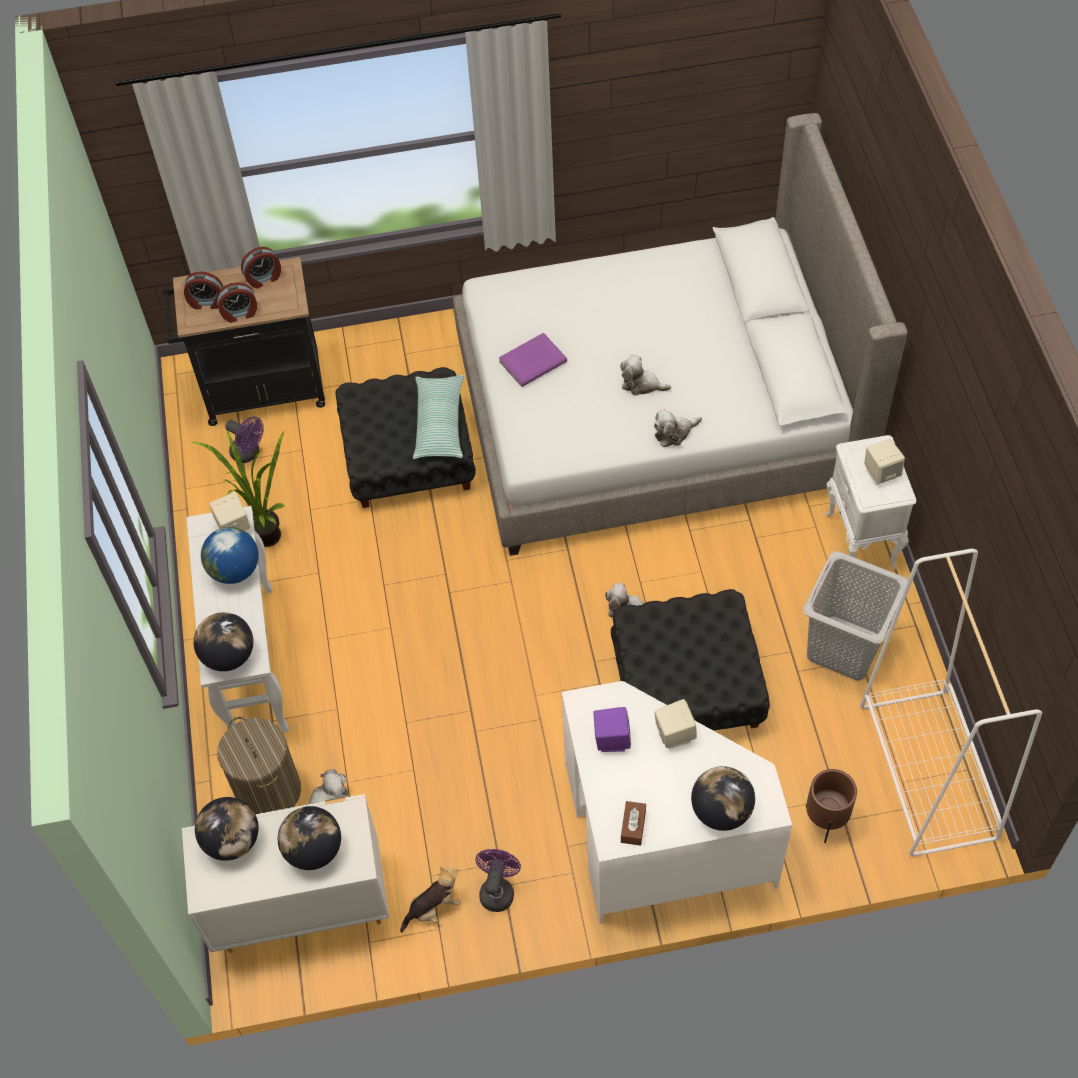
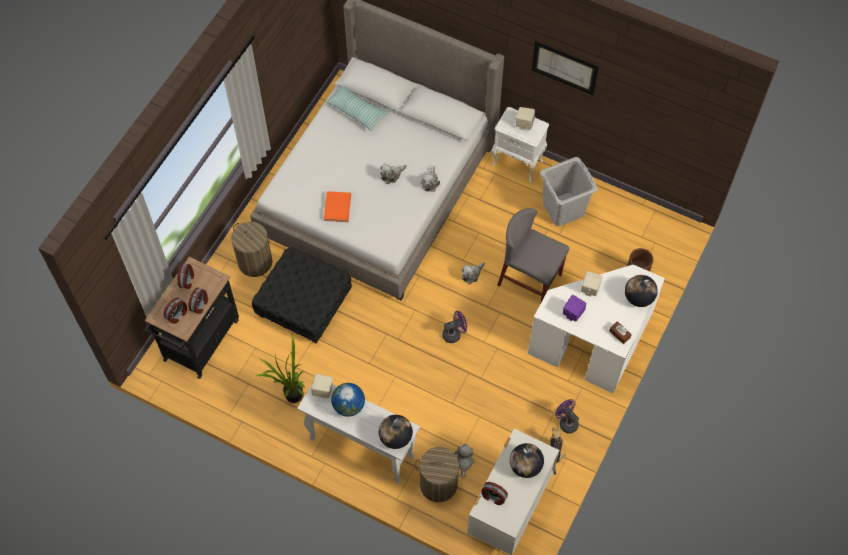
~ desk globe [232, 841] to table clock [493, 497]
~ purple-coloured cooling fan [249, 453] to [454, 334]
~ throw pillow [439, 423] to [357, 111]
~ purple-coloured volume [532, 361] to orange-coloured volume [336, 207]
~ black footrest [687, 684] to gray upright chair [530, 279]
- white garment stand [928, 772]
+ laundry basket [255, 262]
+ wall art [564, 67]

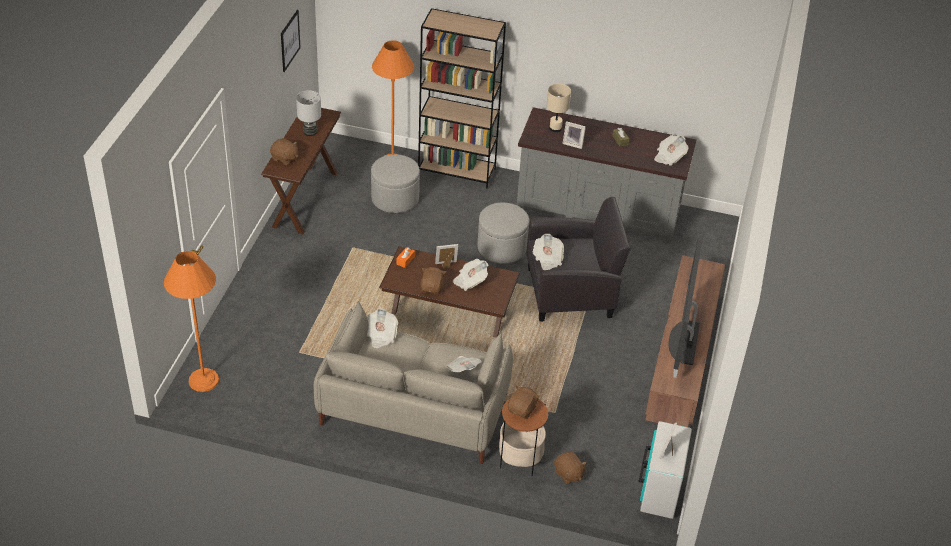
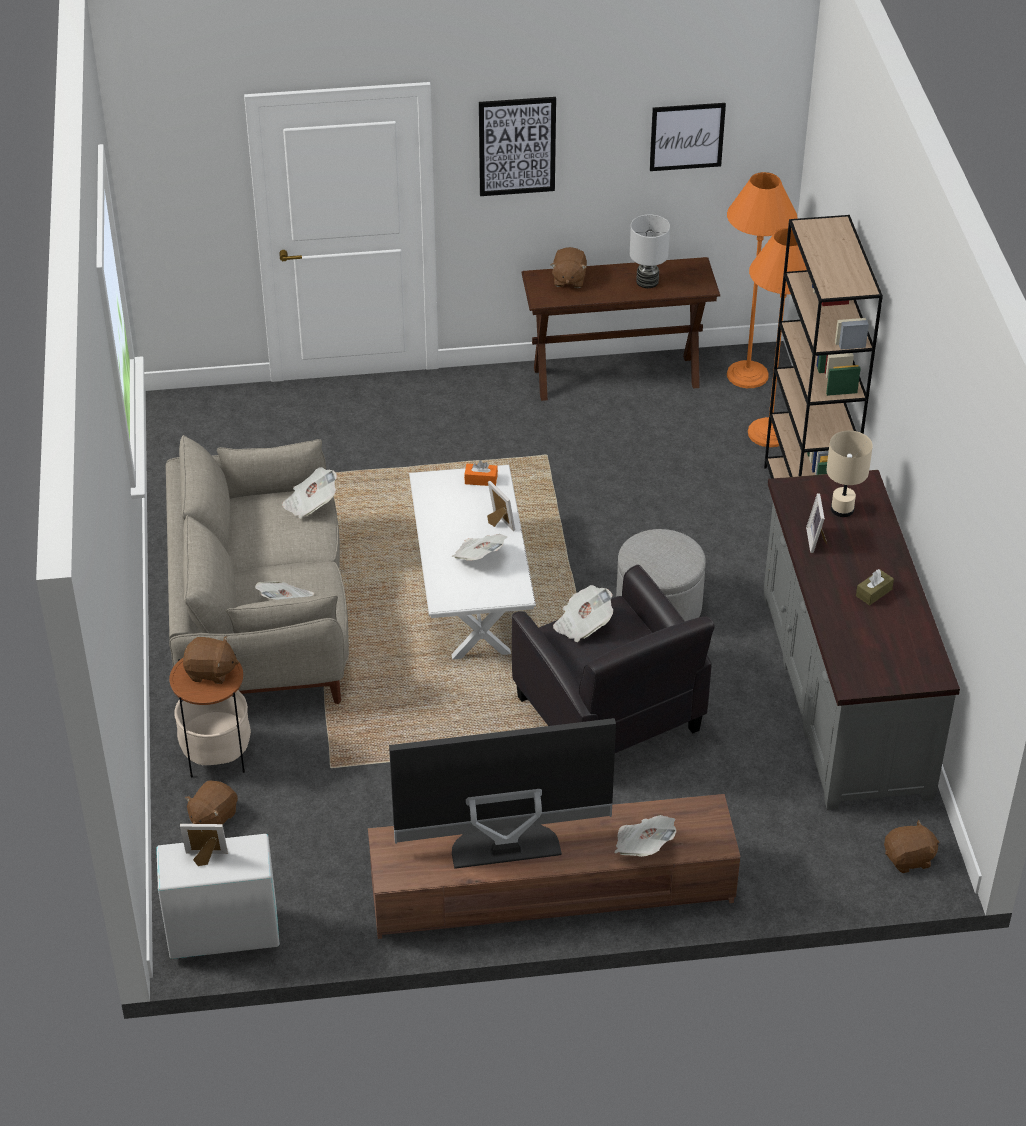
~ orange-coloured floor lamp [203, 380] to [747, 375]
- gray footrest [395, 198]
~ brown lounge table [448, 314] to white lounge table [471, 593]
~ brown plush toy [432, 288] to [909, 859]
~ printed paper [669, 157] to [643, 846]
+ wall art [517, 146]

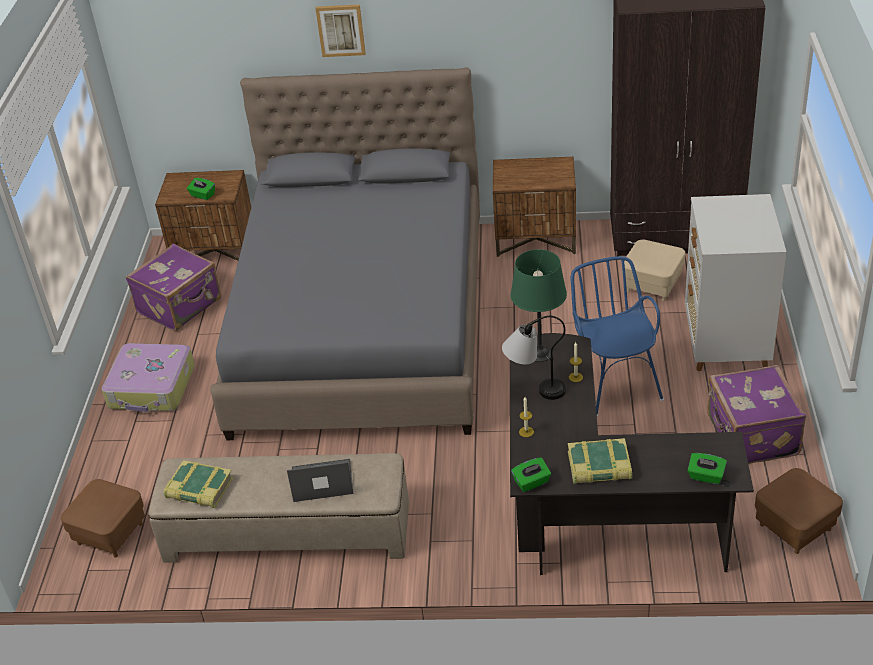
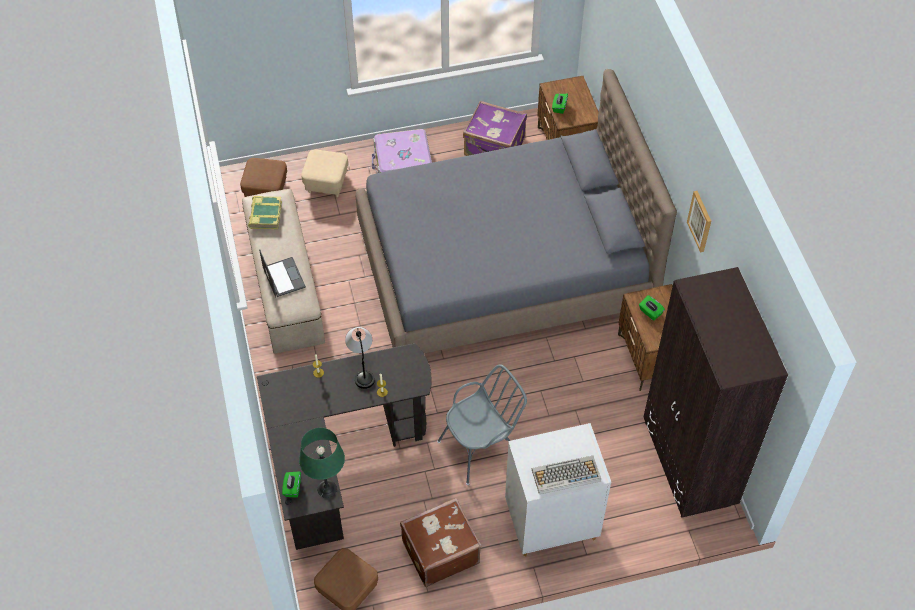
~ wall art [341, 30] to [700, 221]
~ green table lamp [540, 354] to [326, 489]
~ green tissue holder [531, 482] to [650, 312]
- volume [599, 467]
~ bluish upright chair [613, 379] to gray upright chair [483, 446]
~ beige footrest [652, 285] to [326, 183]
~ purple-coloured travel case [750, 436] to brown travel case [439, 551]
+ keyboard [565, 475]

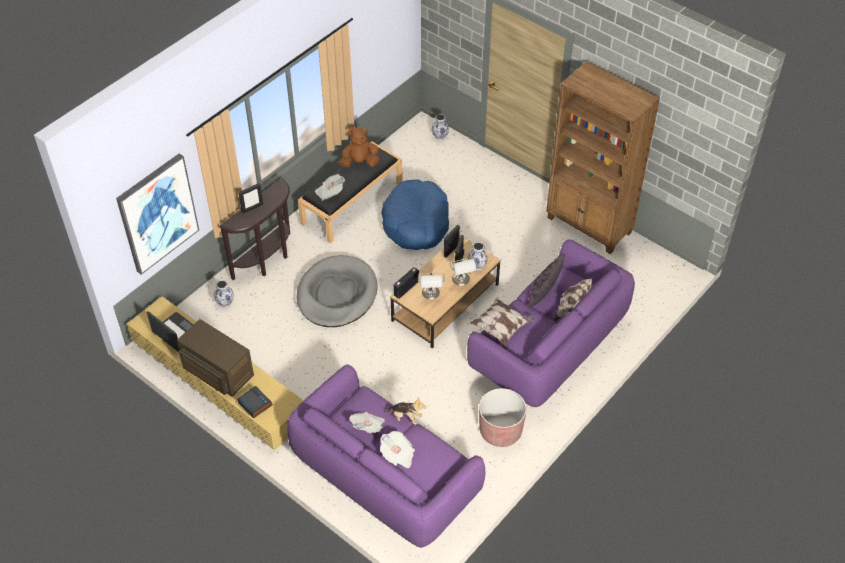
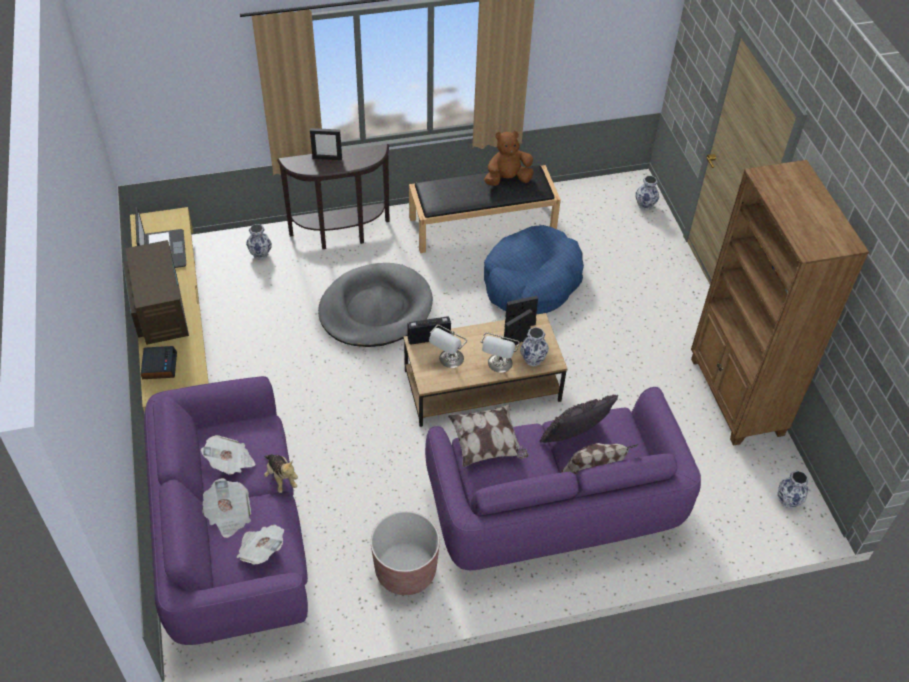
- wall art [157, 213]
~ printed paper [330, 192] to [261, 550]
~ brown plush toy [359, 163] = [507, 179] 45 degrees counterclockwise
+ flower vase [787, 500]

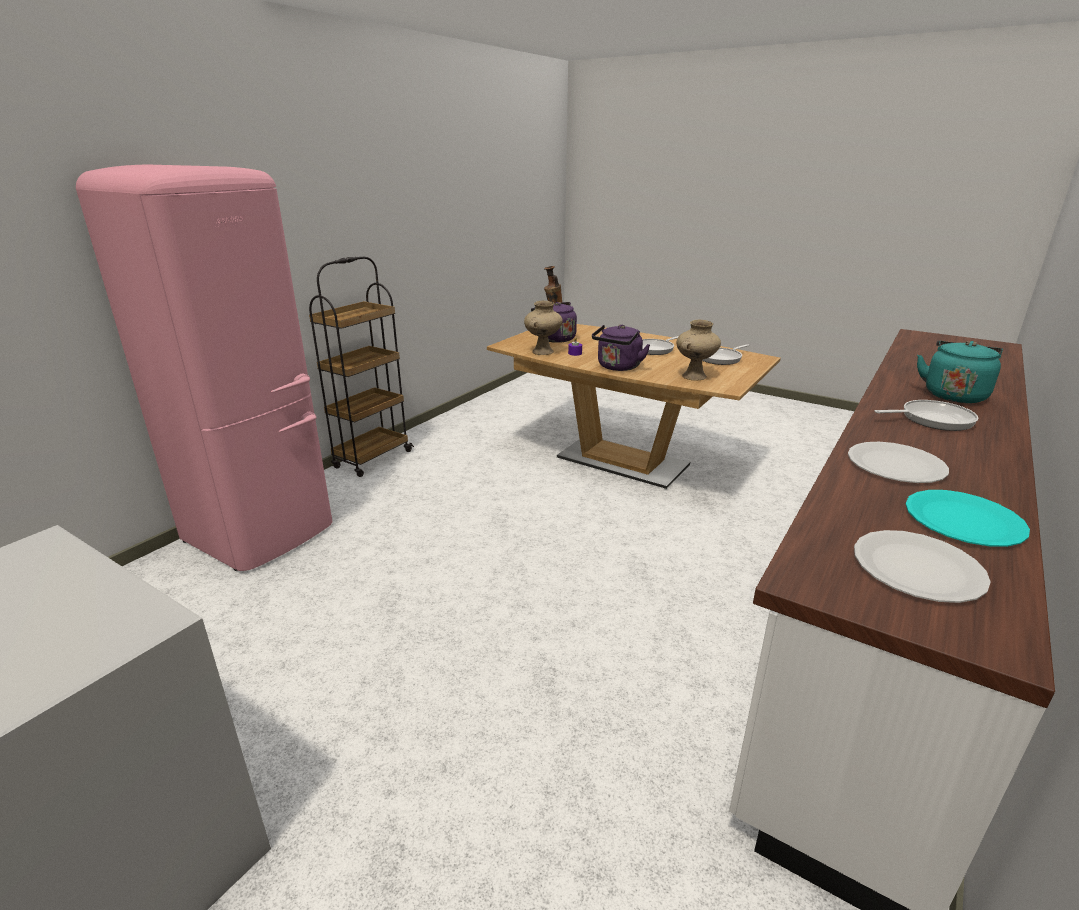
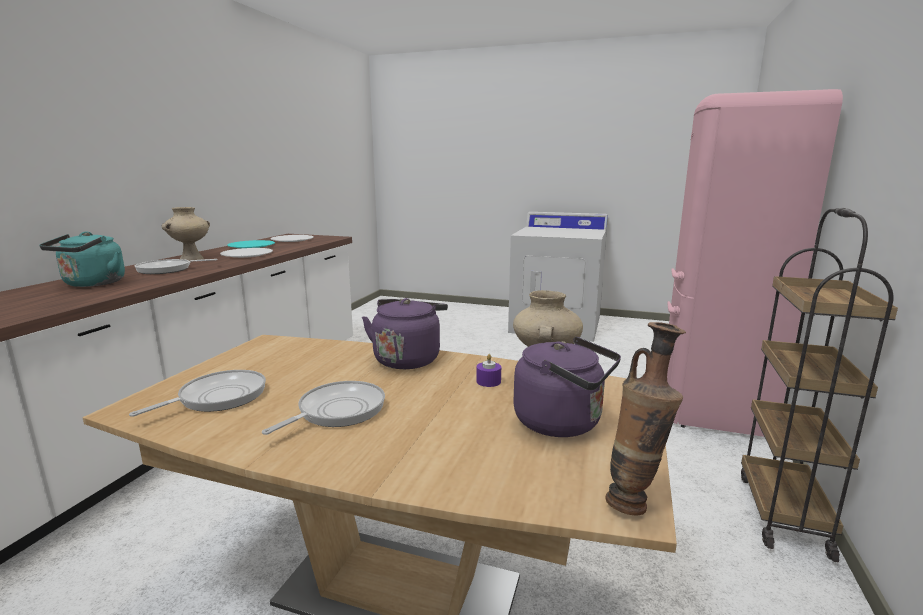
~ beige flower vase [694, 377] to [191, 259]

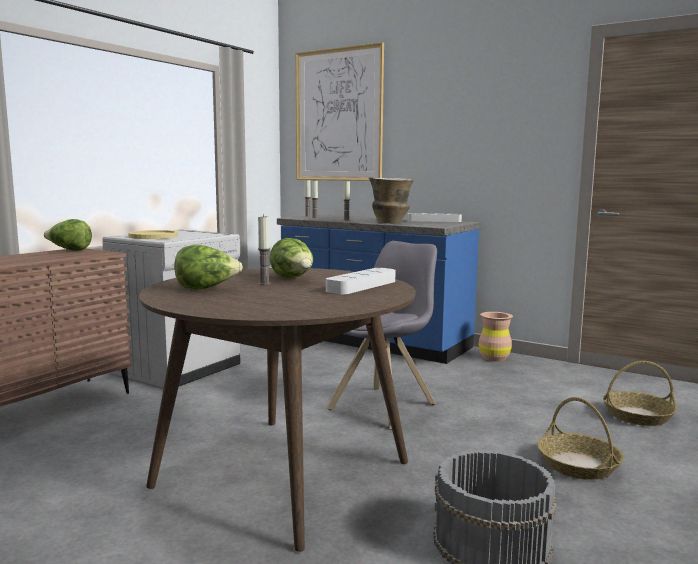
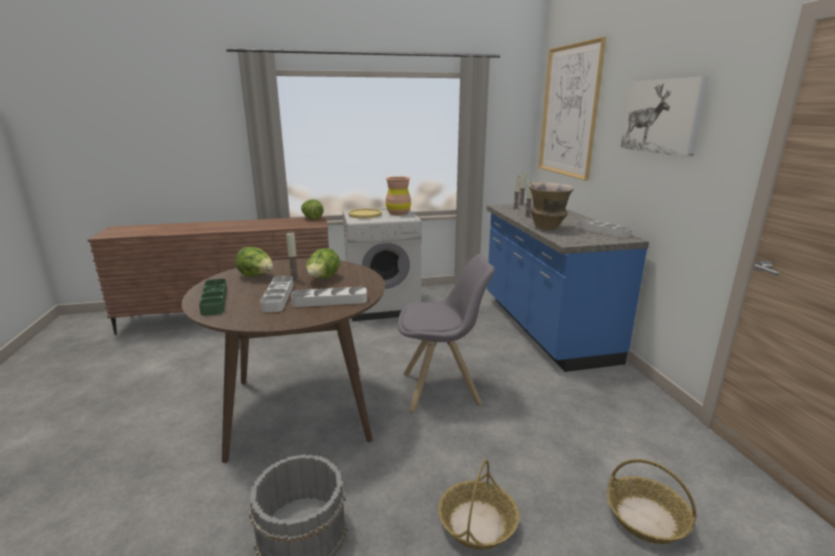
~ brown flower vase [494, 358] to [398, 213]
+ green carrying tray [214, 300]
+ gray carrying tray [278, 297]
+ wall art [662, 116]

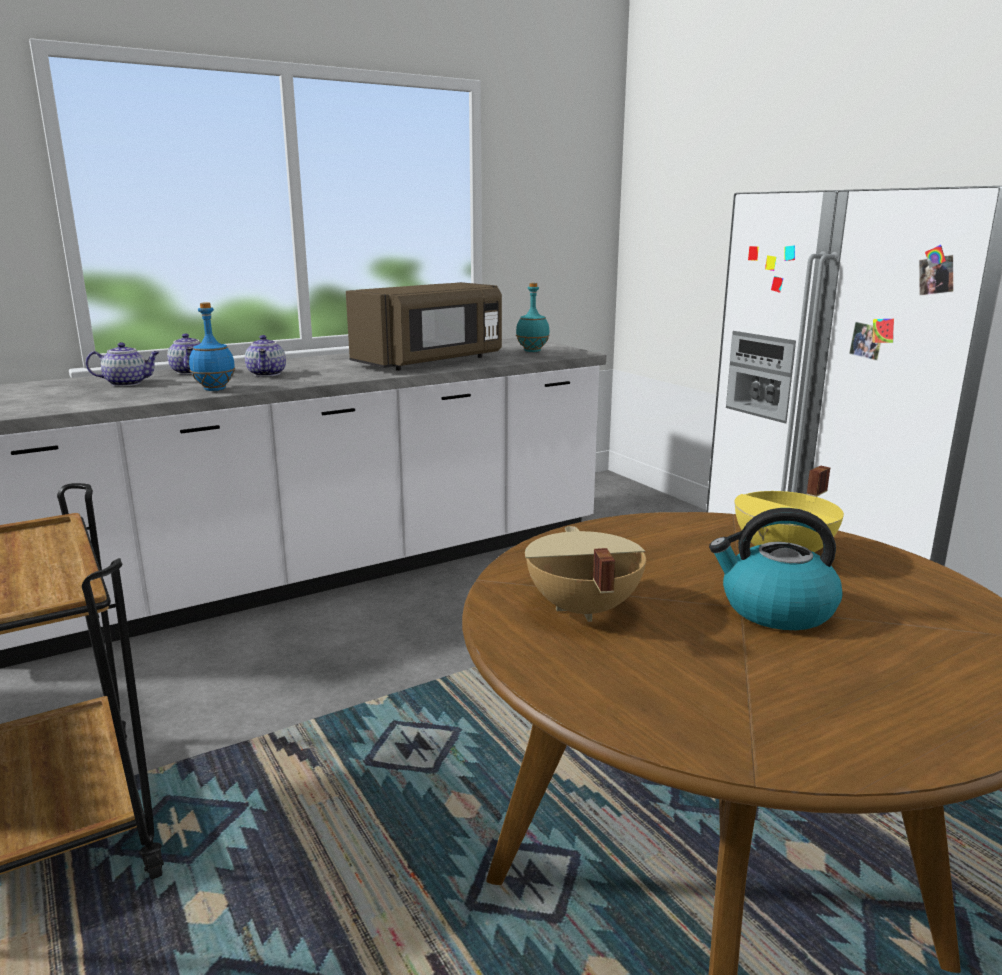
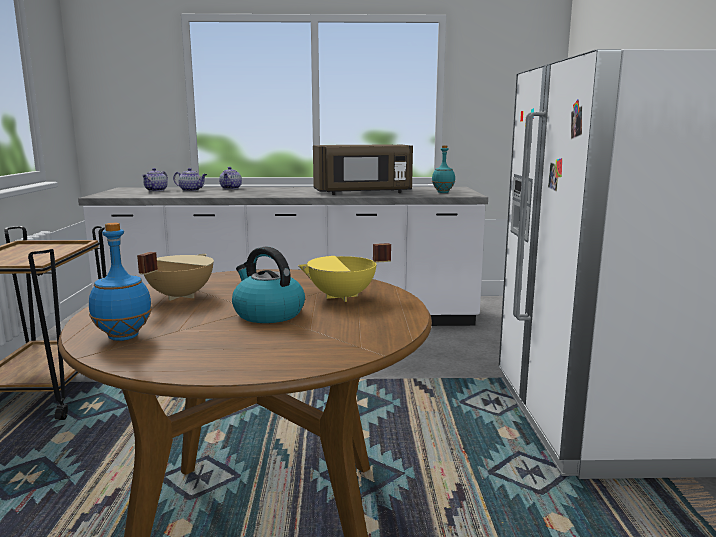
~ bluish drink bottle [215, 389] to [123, 337]
~ pot for tea [268, 374] to [156, 190]

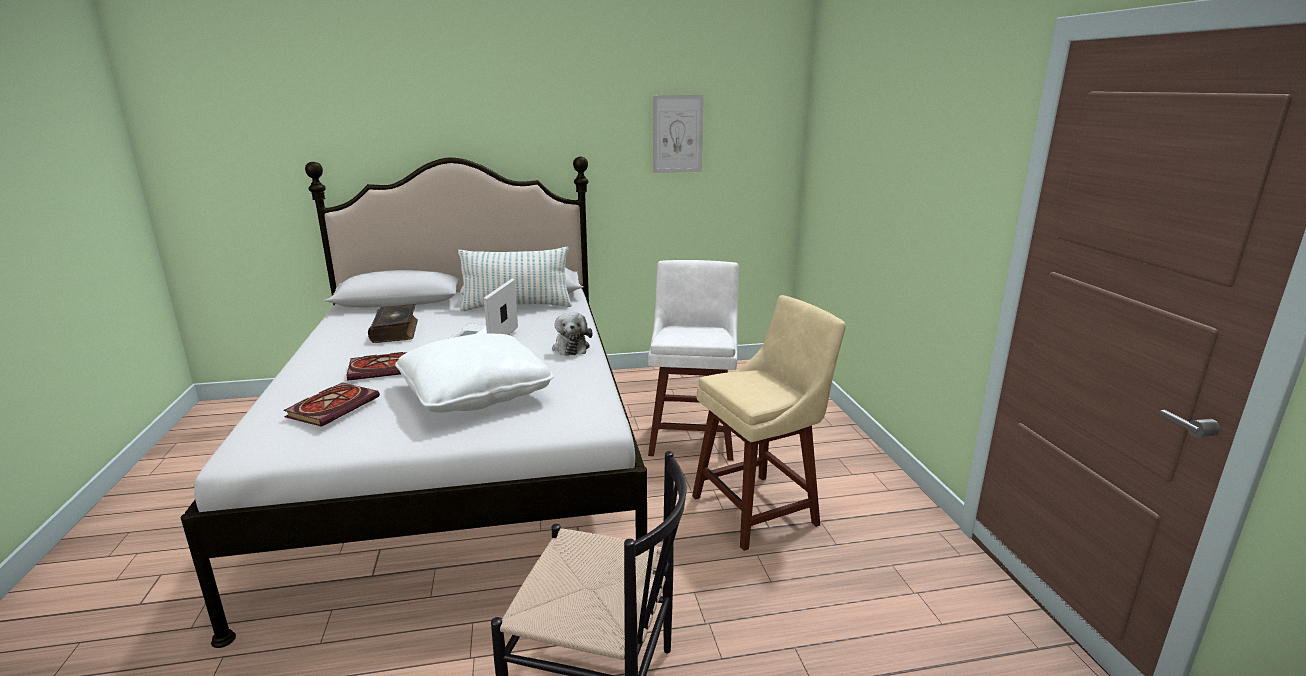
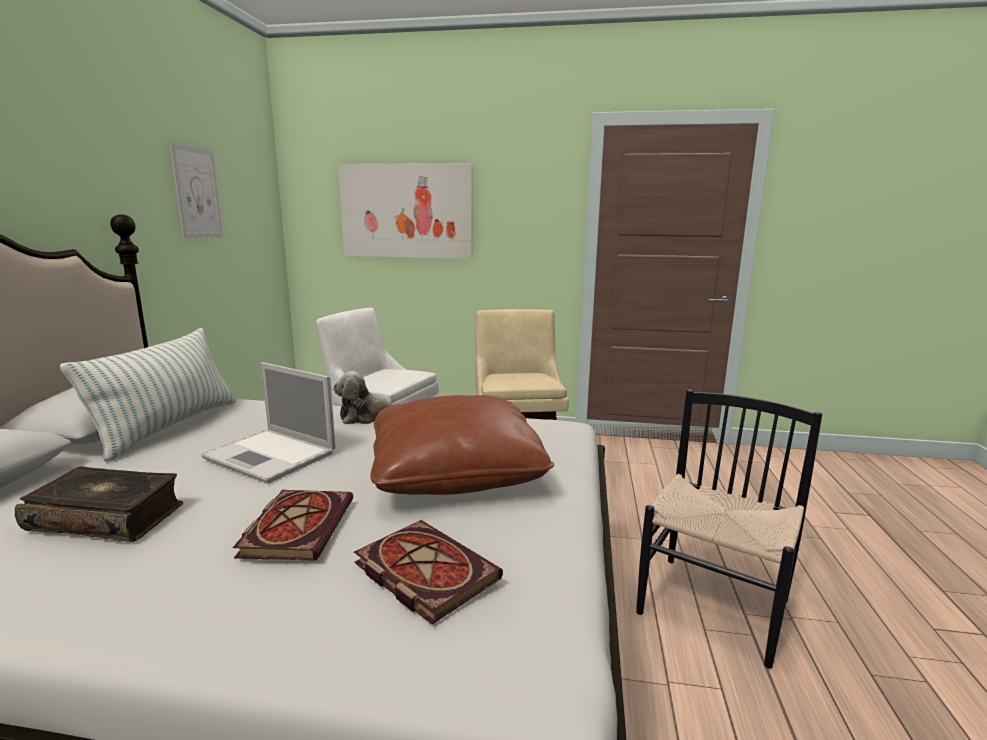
~ white throw pillow [475, 394] to brown throw pillow [455, 472]
~ plush toy [571, 347] = [368, 416] 150 degrees clockwise
+ wall art [406, 211]

